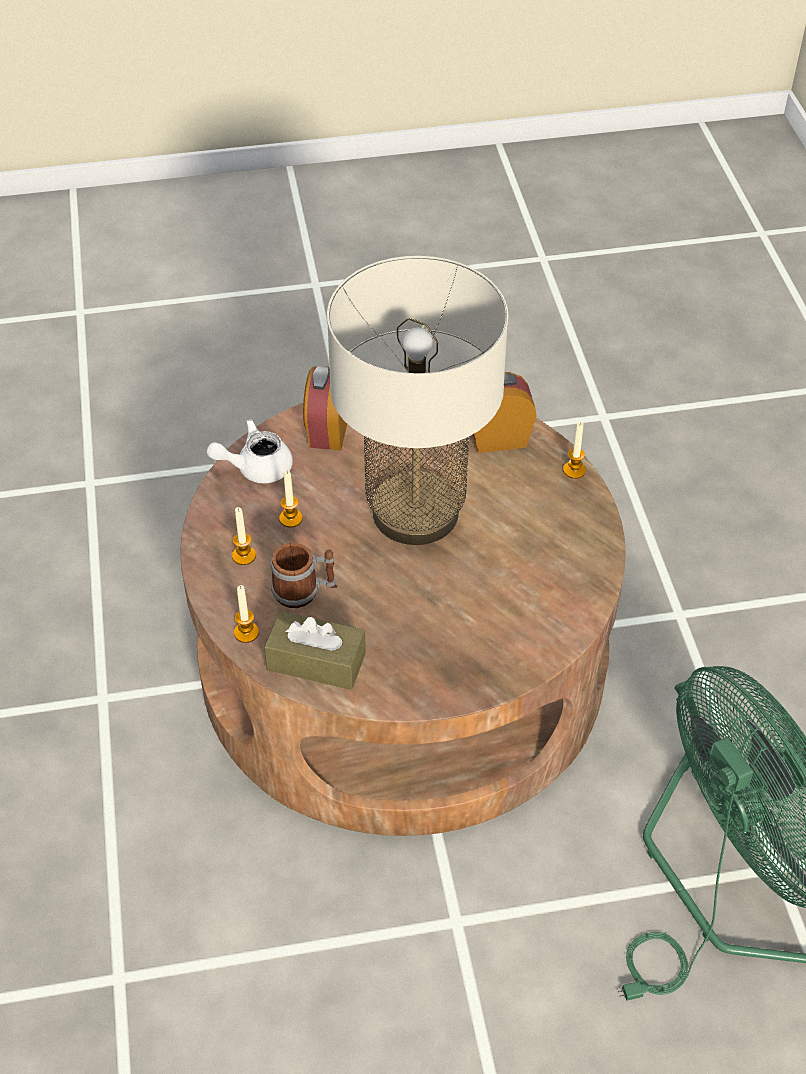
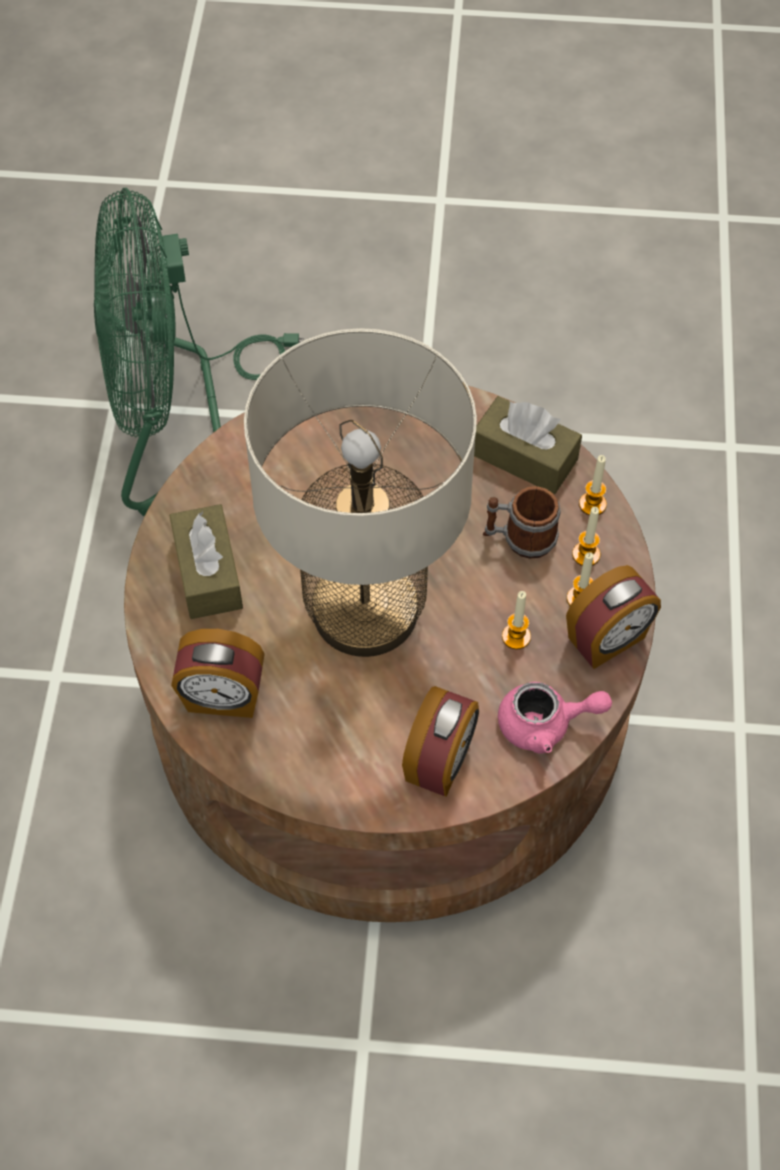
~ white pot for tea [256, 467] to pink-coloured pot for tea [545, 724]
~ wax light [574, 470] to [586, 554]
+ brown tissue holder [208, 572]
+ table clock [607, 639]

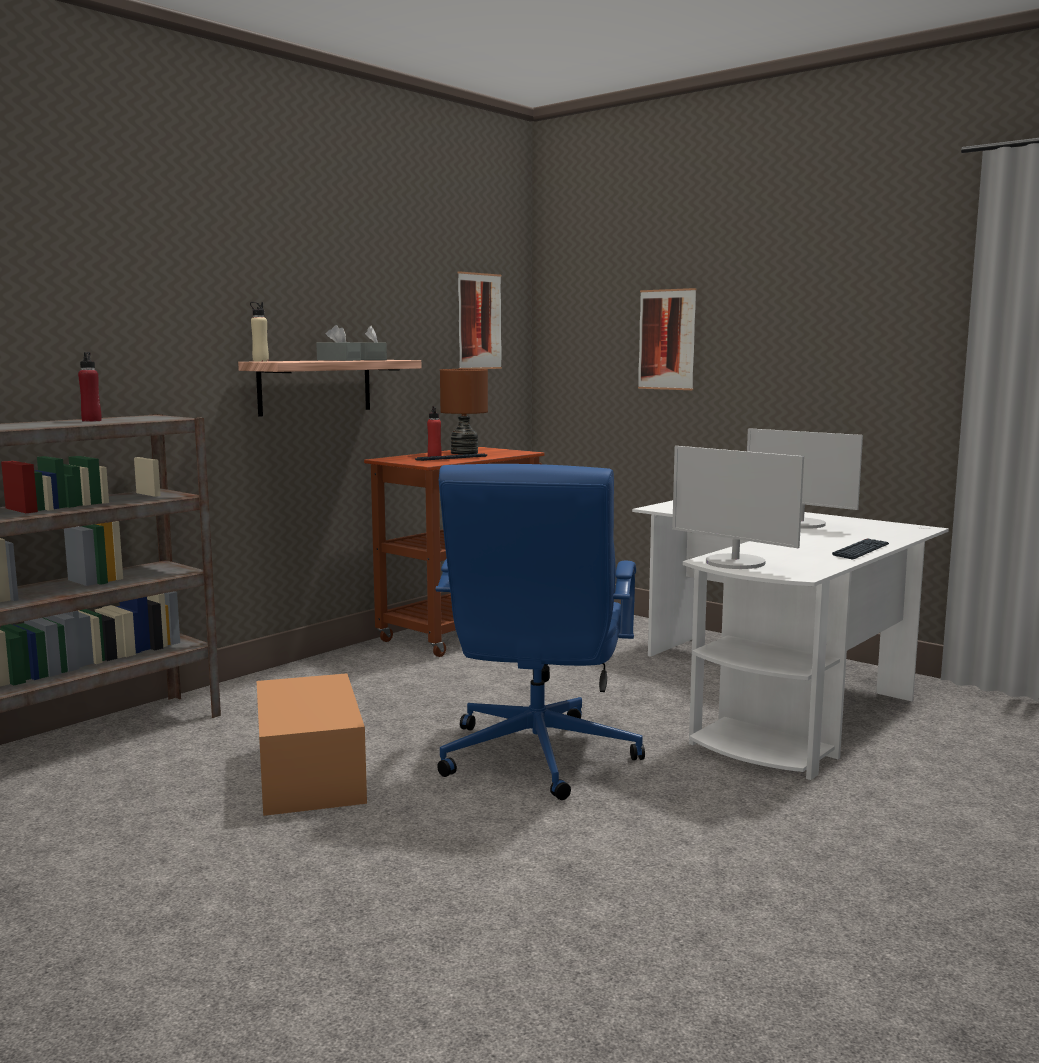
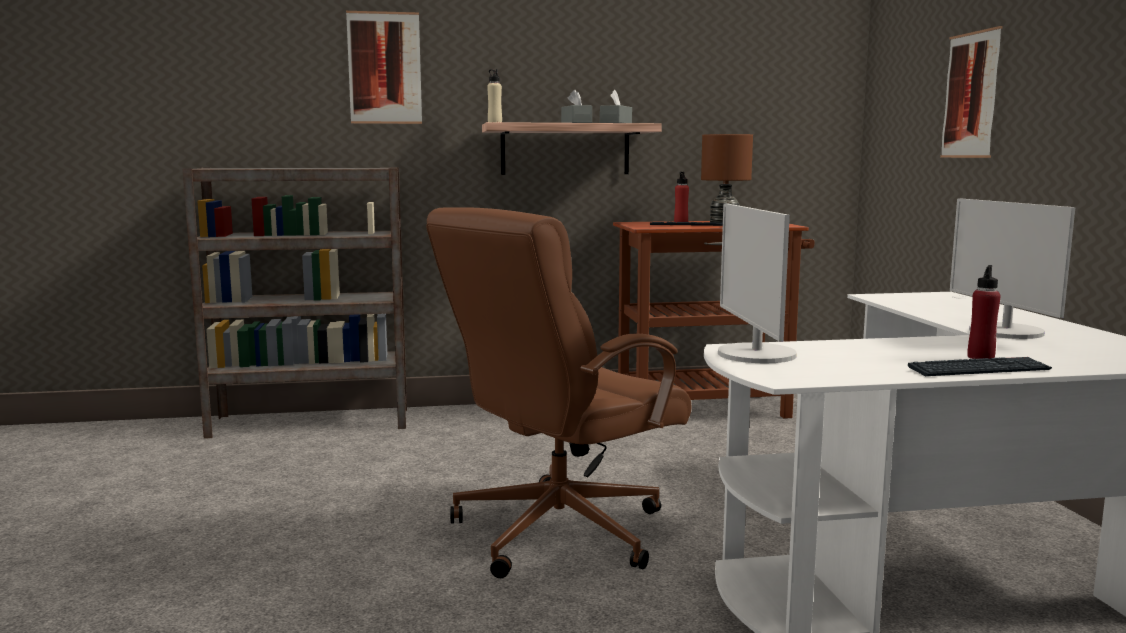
~ reddish drink bottle [91, 420] to [981, 357]
- cardboard box [310, 774]
~ bluish office chair [538, 754] to brown office chair [560, 530]
~ wall art [479, 321] to [384, 68]

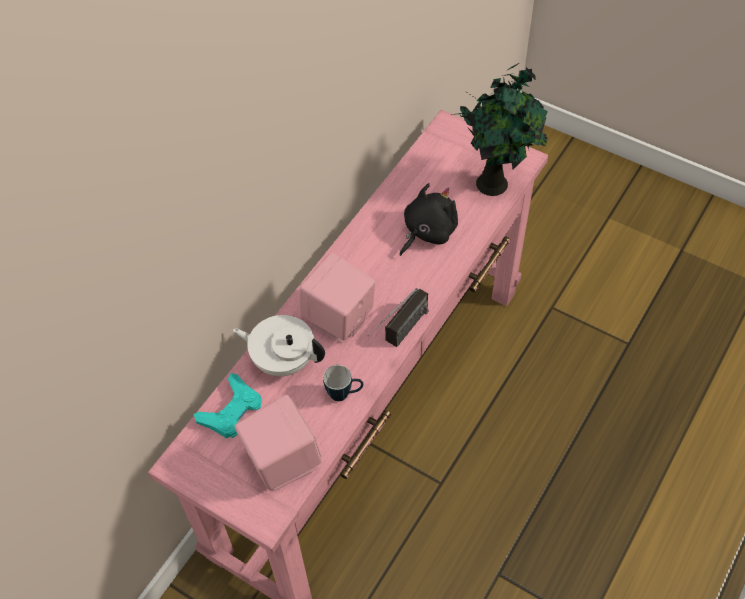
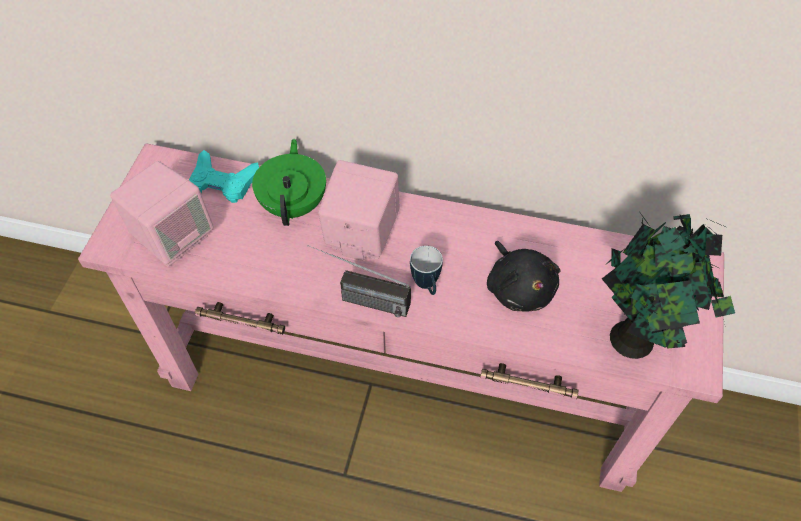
~ white pot for tea [283, 360] to green pot for tea [294, 204]
~ tea mug [344, 394] to [427, 286]
~ black plush toy [427, 232] = [519, 288] 45 degrees clockwise

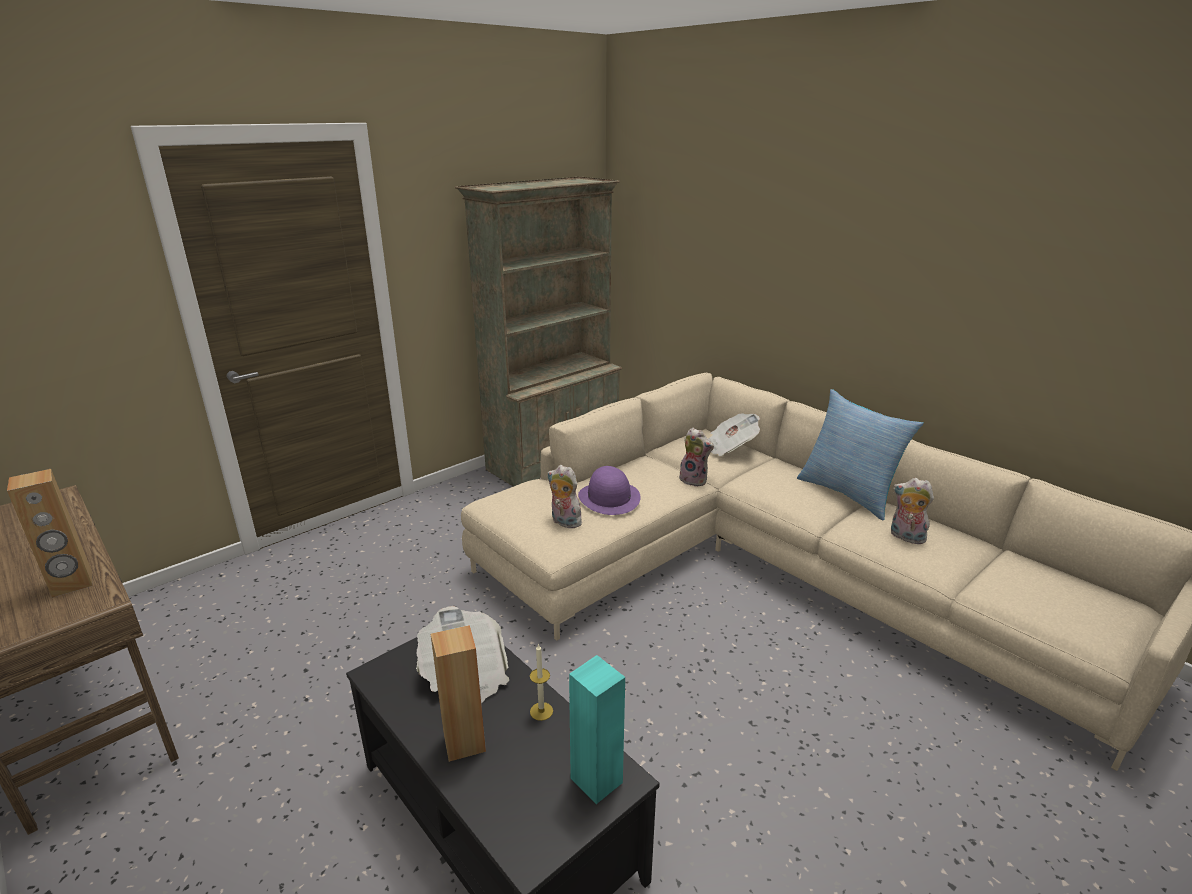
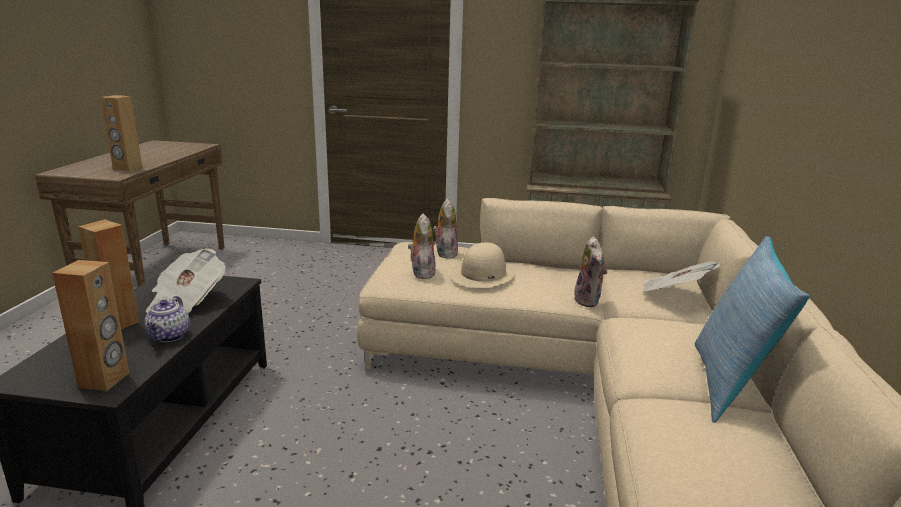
~ wax light [541, 711] to pot for tea [169, 336]
~ turquoise-coloured speaker [597, 780] to brown speaker [104, 380]
~ purple-coloured clothing hat [609, 498] to beige clothing hat [483, 275]
~ plush toy [905, 537] to [445, 253]

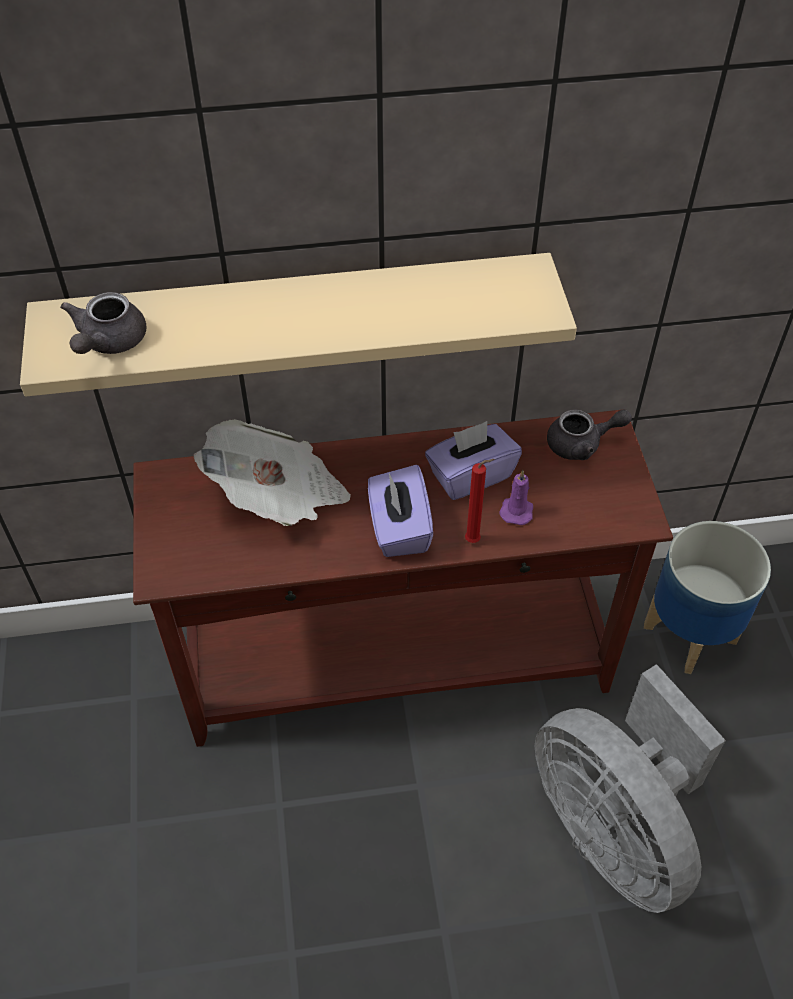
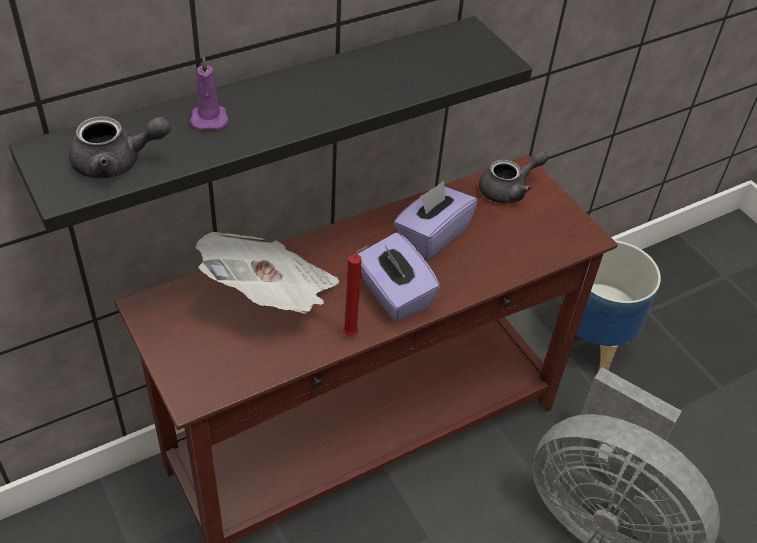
~ beige bracket shelf [298, 319] to black bracket shelf [266, 118]
~ gray pot for tea [108, 343] = [117, 163] 90 degrees counterclockwise
~ reddish wax light [475, 540] to [353, 334]
~ purple-coloured wax light [517, 510] to [209, 118]

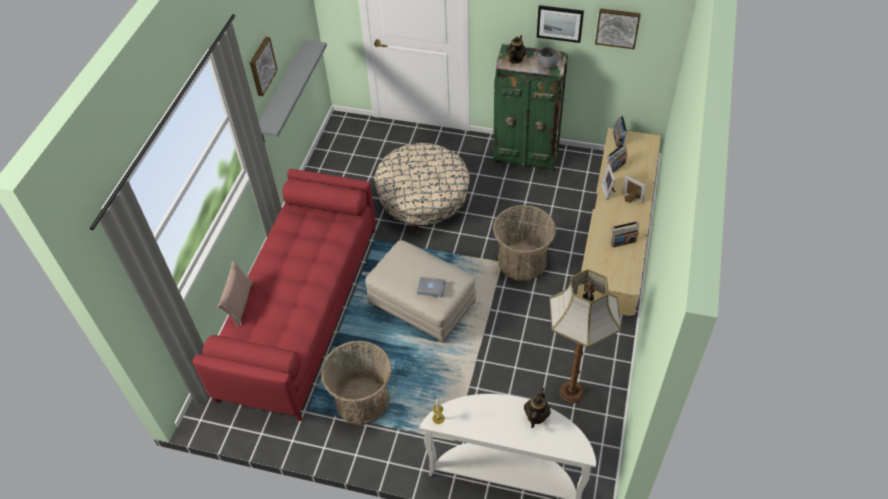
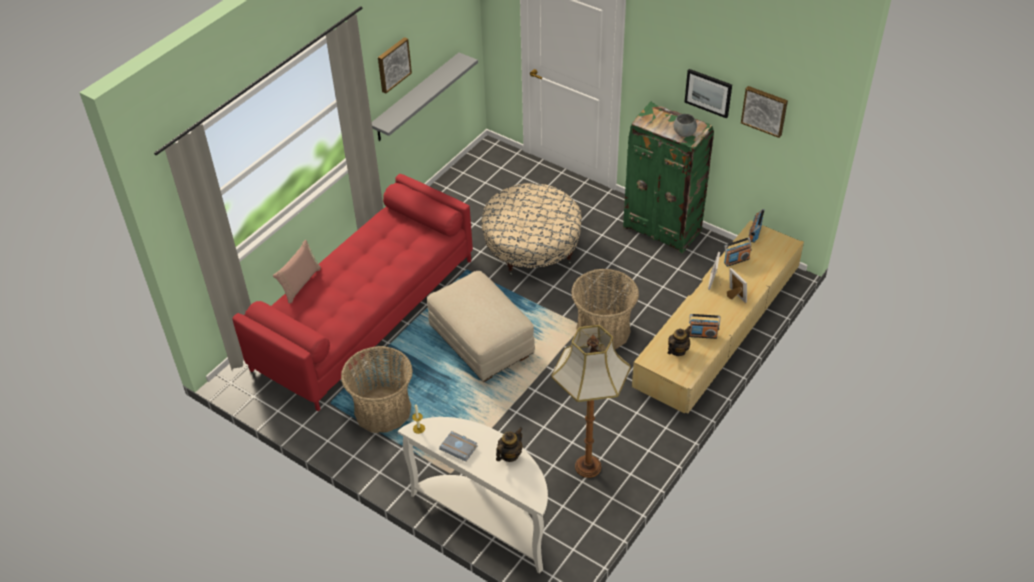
~ gray volume [432, 288] to [459, 447]
~ pot for tea [515, 59] to [677, 350]

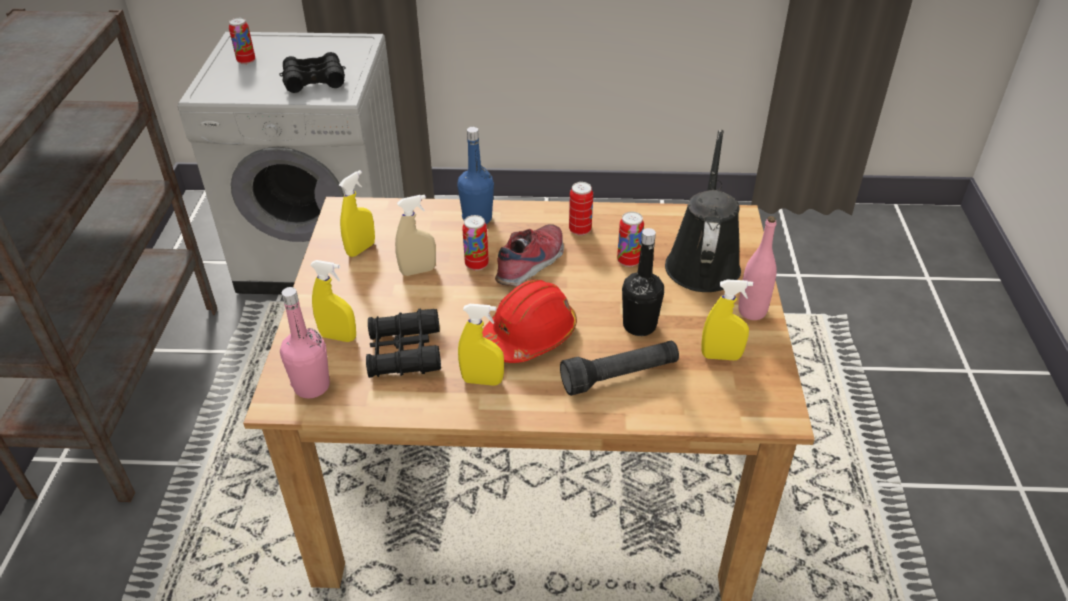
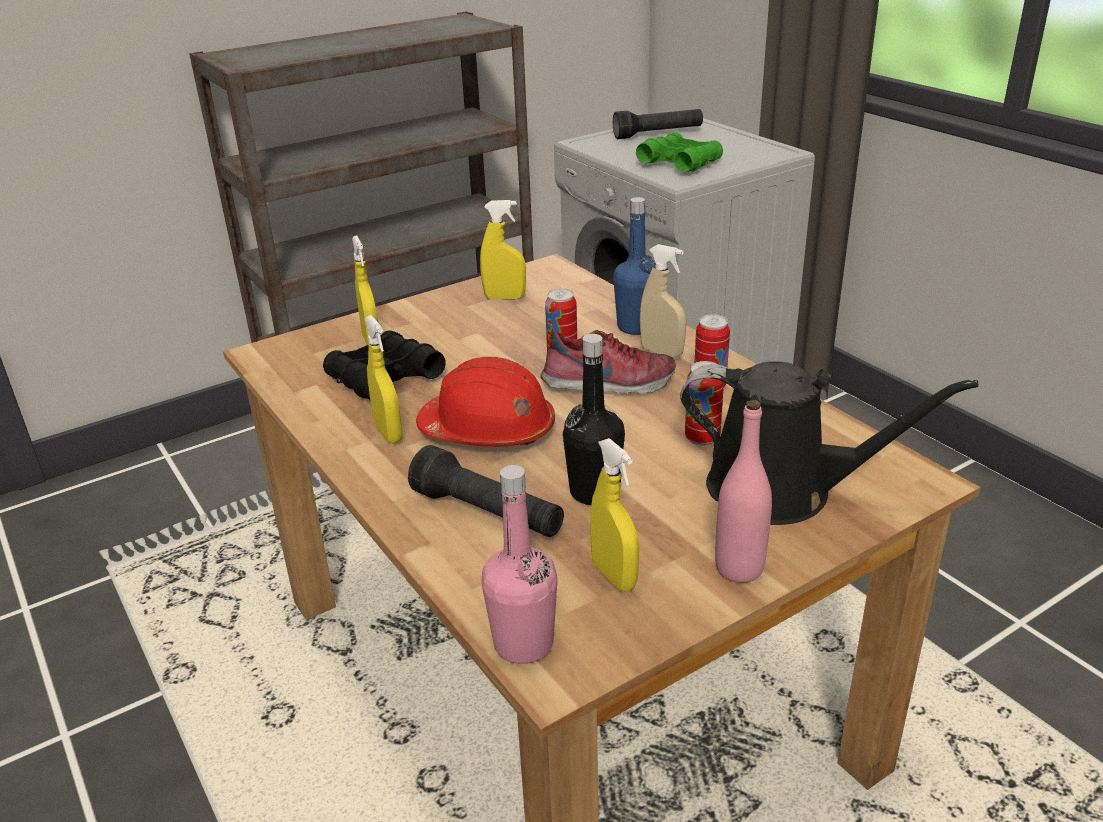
~ can [246, 61] to black torch [658, 134]
~ black pair of binoculars [314, 80] to green pair of binoculars [679, 163]
~ pink-coloured drink bottle [312, 386] to [523, 644]
~ beige spray bottle [418, 271] to [662, 352]
~ black watering can [703, 262] = [782, 490] 45 degrees clockwise

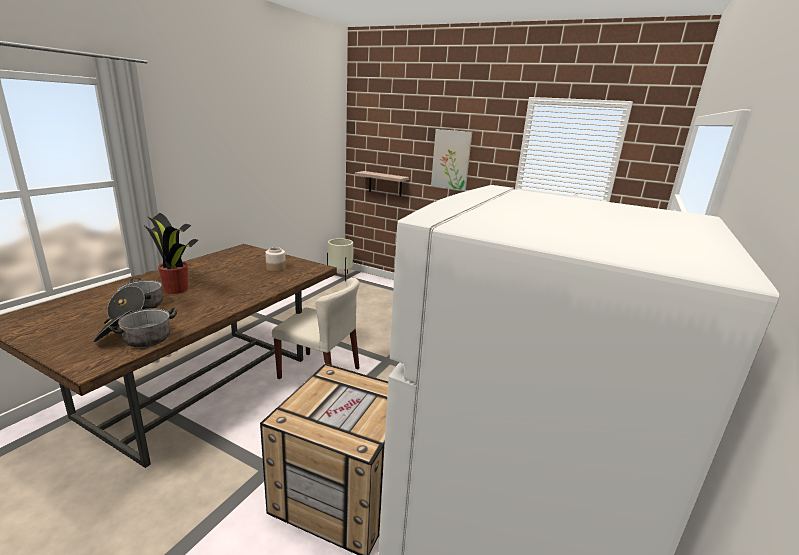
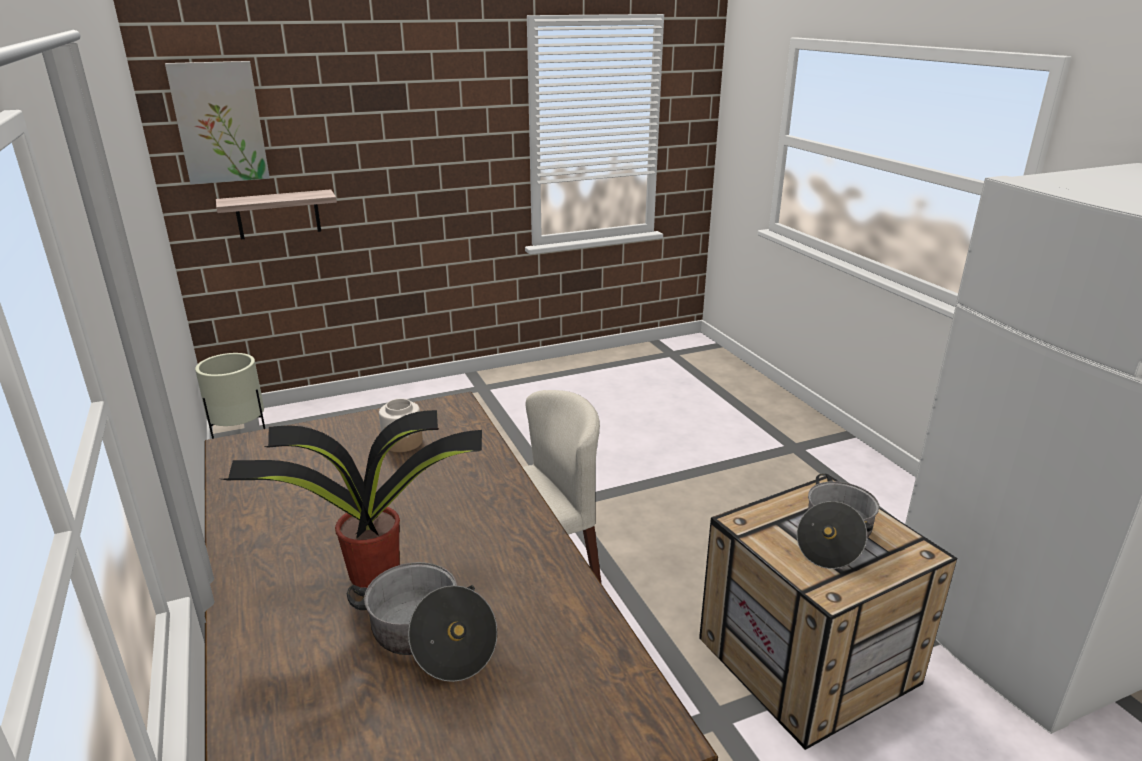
~ cooking pot [136, 339] to [833, 538]
~ wall art [451, 159] to [219, 122]

